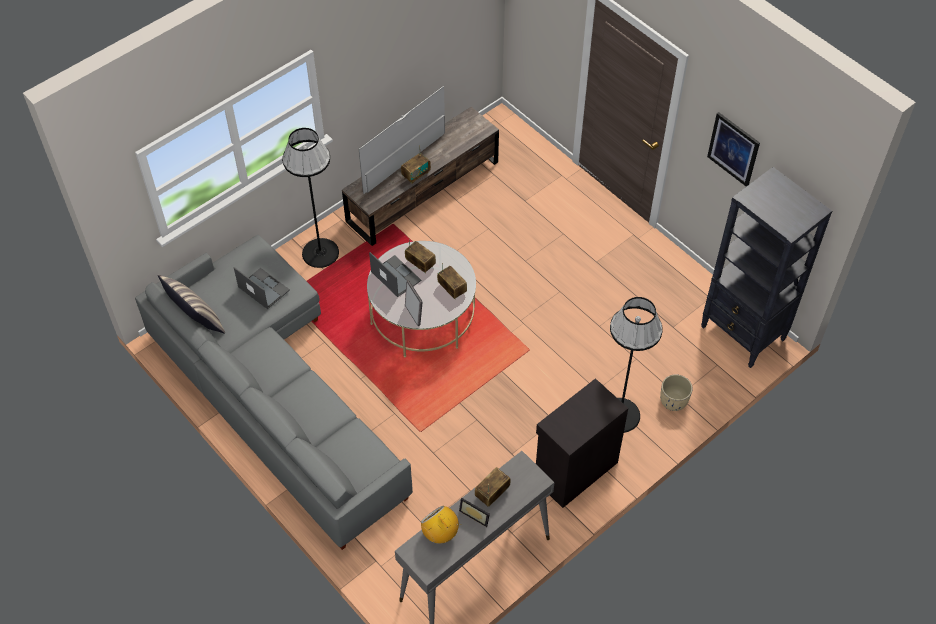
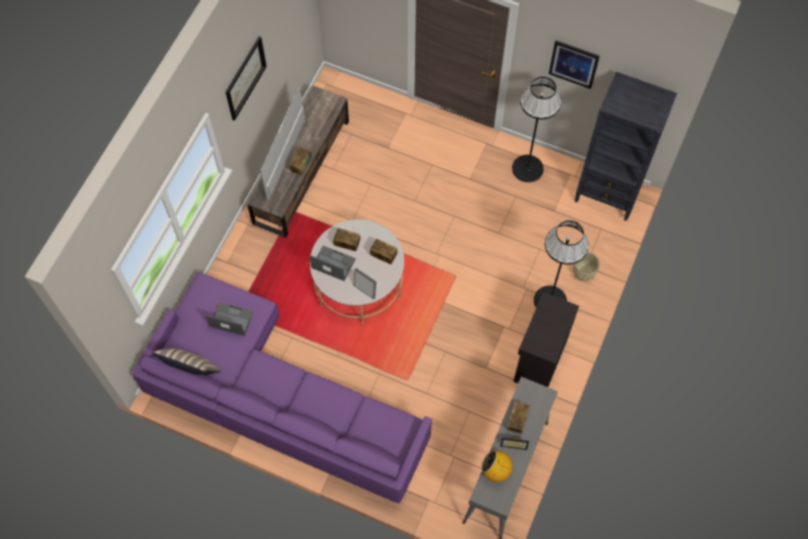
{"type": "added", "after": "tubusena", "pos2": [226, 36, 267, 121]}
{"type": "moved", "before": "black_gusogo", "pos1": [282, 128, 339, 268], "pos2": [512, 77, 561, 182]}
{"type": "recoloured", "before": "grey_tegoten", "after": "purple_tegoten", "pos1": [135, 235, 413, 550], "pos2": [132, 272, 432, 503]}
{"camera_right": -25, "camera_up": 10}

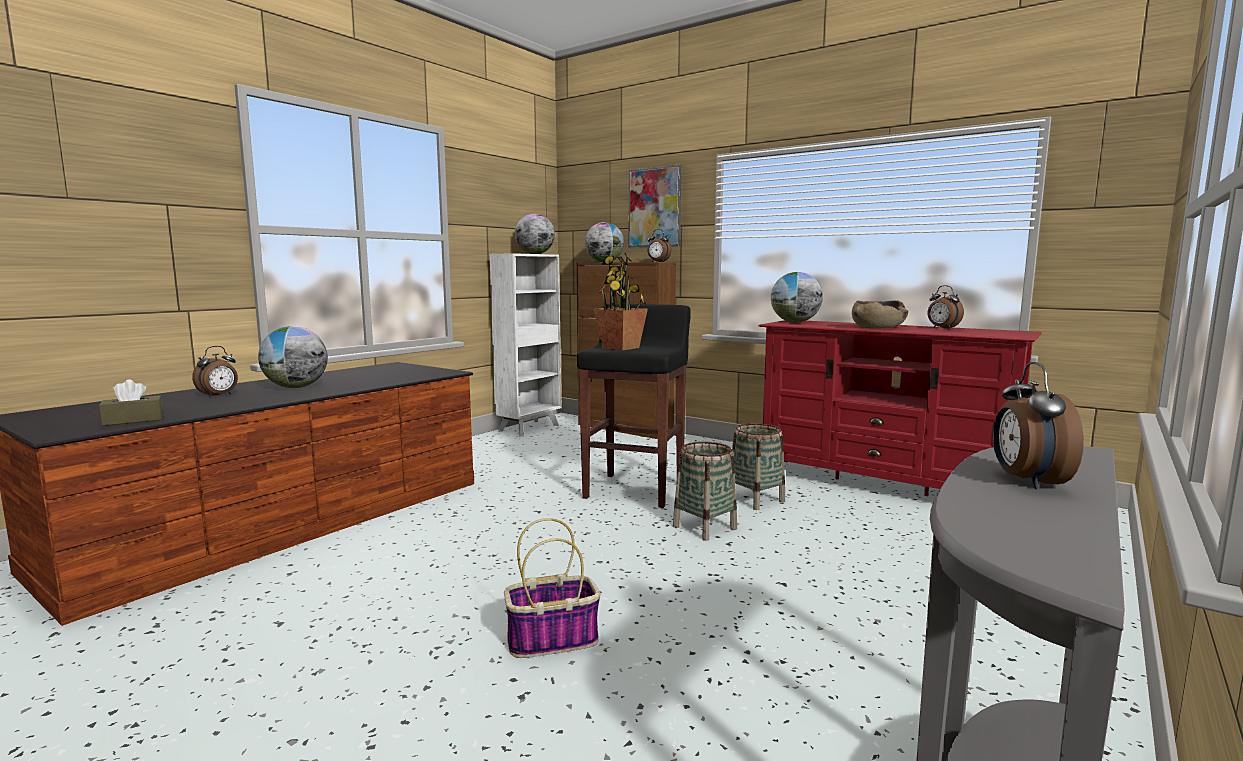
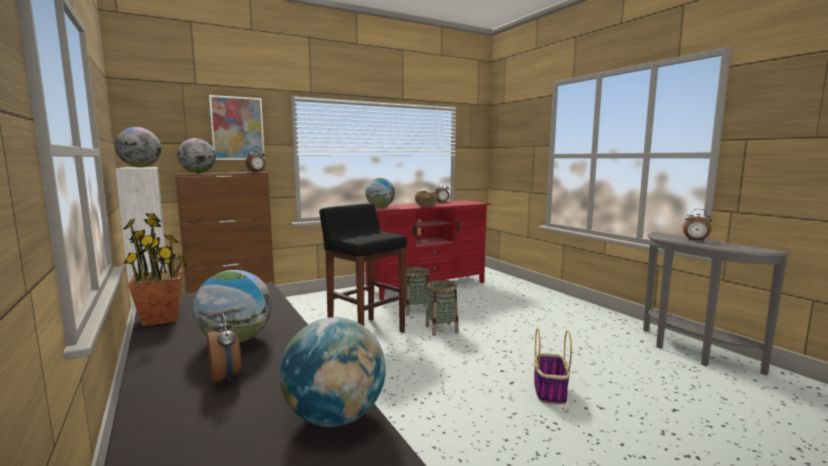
{"type": "moved", "before": "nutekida", "pos1": [594, 253, 648, 350], "pos2": [123, 213, 187, 326]}
{"type": "replaced", "before": "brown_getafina", "after": "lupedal", "pos1": [99, 379, 163, 426], "pos2": [279, 317, 386, 427]}
{"camera_right": -65, "camera_up": 0}

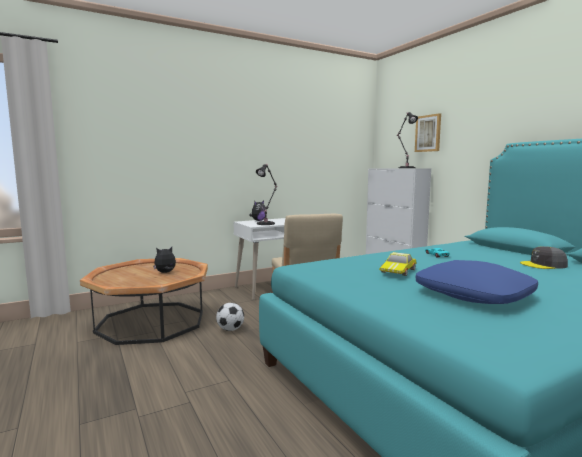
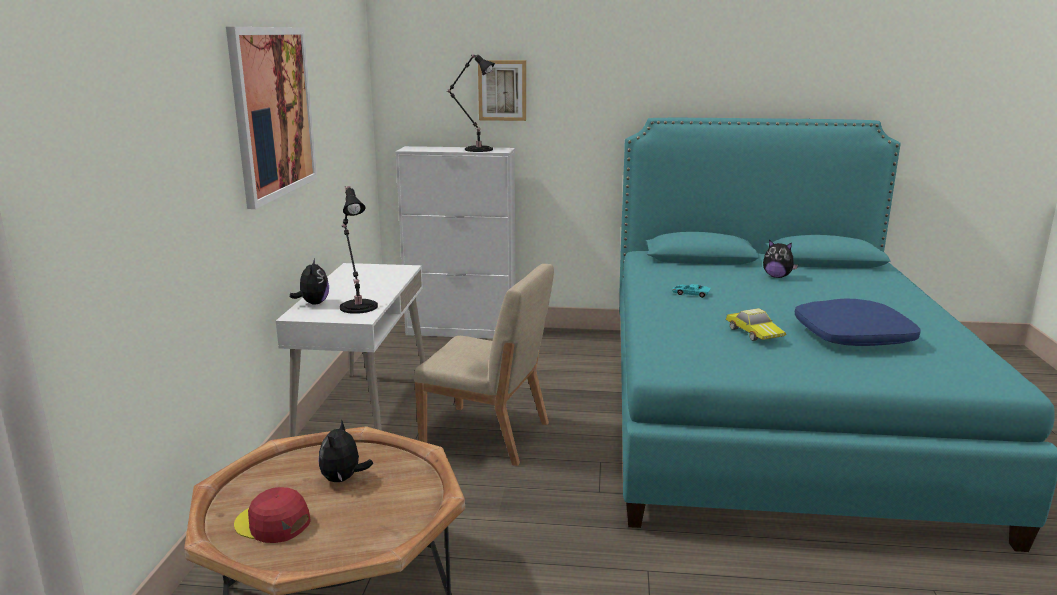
{"type": "removed", "before": "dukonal", "pos1": [216, 303, 244, 331]}
{"type": "added", "after": "tubusena", "pos2": [226, 27, 317, 209]}
{"type": "added", "after": "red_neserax", "pos2": [234, 487, 311, 543]}
{"type": "replaced", "before": "grey_neserax", "after": "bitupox", "pos1": [520, 246, 568, 269], "pos2": [763, 240, 798, 278]}
{"camera_right": -55, "camera_up": 10}

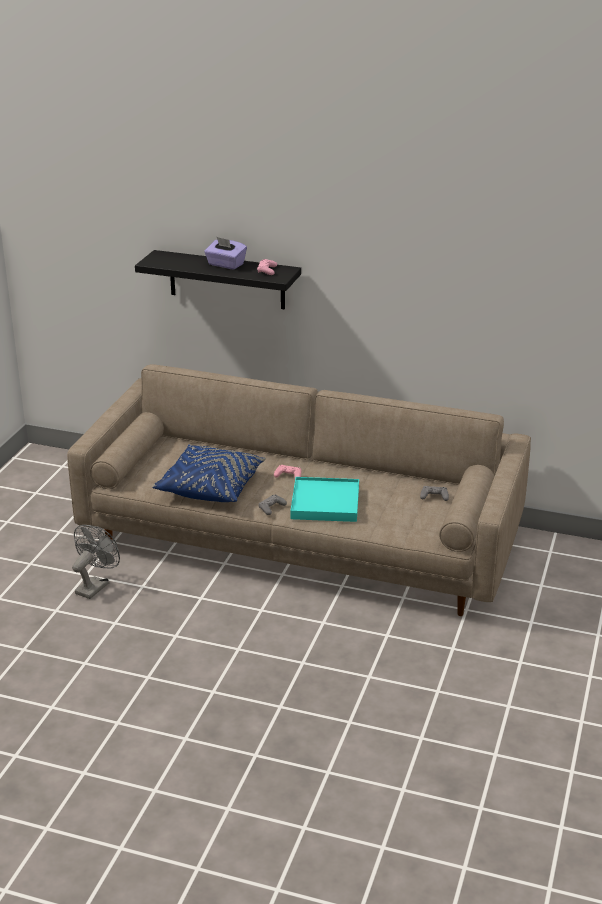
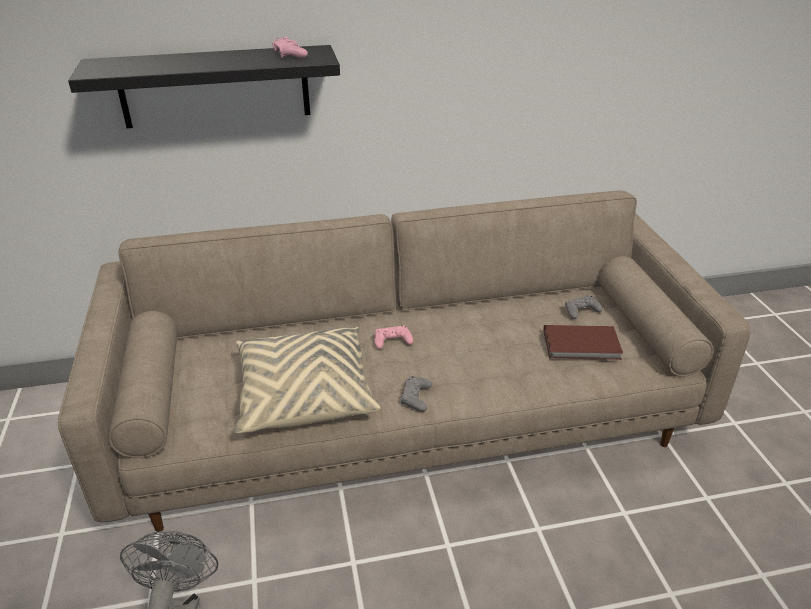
{"type": "removed", "before": "purple_getafina", "pos1": [204, 237, 247, 269]}
{"type": "removed", "before": "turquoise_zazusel", "pos1": [290, 477, 359, 522]}
{"type": "added", "after": "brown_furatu", "pos2": [544, 325, 623, 360]}
{"type": "recoloured", "before": "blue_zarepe", "after": "beige_zarepe", "pos1": [152, 444, 266, 502], "pos2": [234, 327, 381, 434]}
{"camera_right": -30, "camera_up": 5}

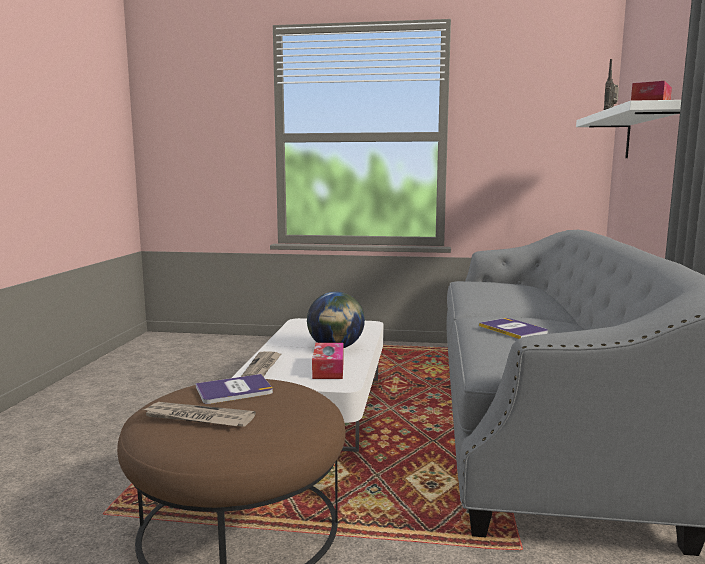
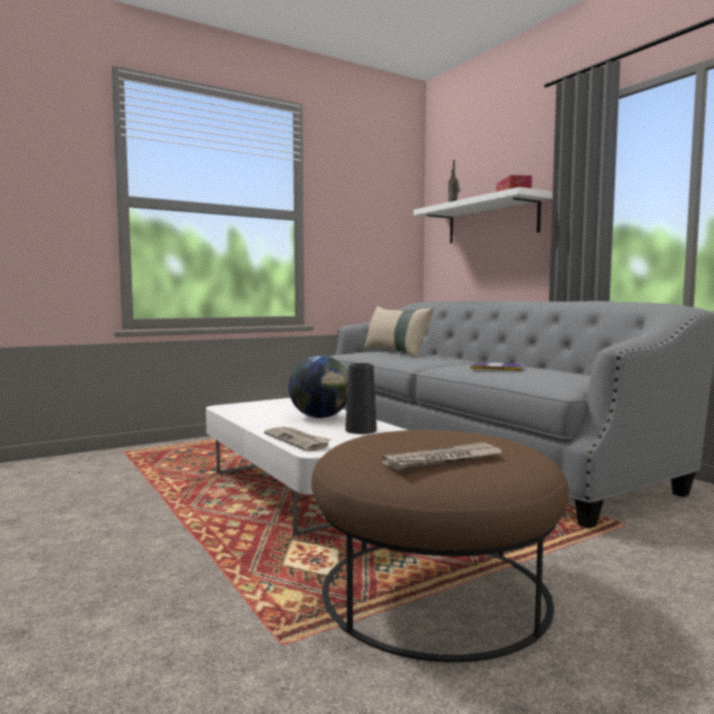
{"type": "removed", "before": "furatu", "pos1": [195, 374, 273, 404]}
{"type": "added", "after": "beige_zarepe", "pos2": [364, 306, 434, 358]}
{"type": "replaced", "before": "getafina", "after": "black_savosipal", "pos1": [312, 343, 344, 379], "pos2": [345, 363, 377, 434]}
{"camera_right": -40, "camera_up": -5}

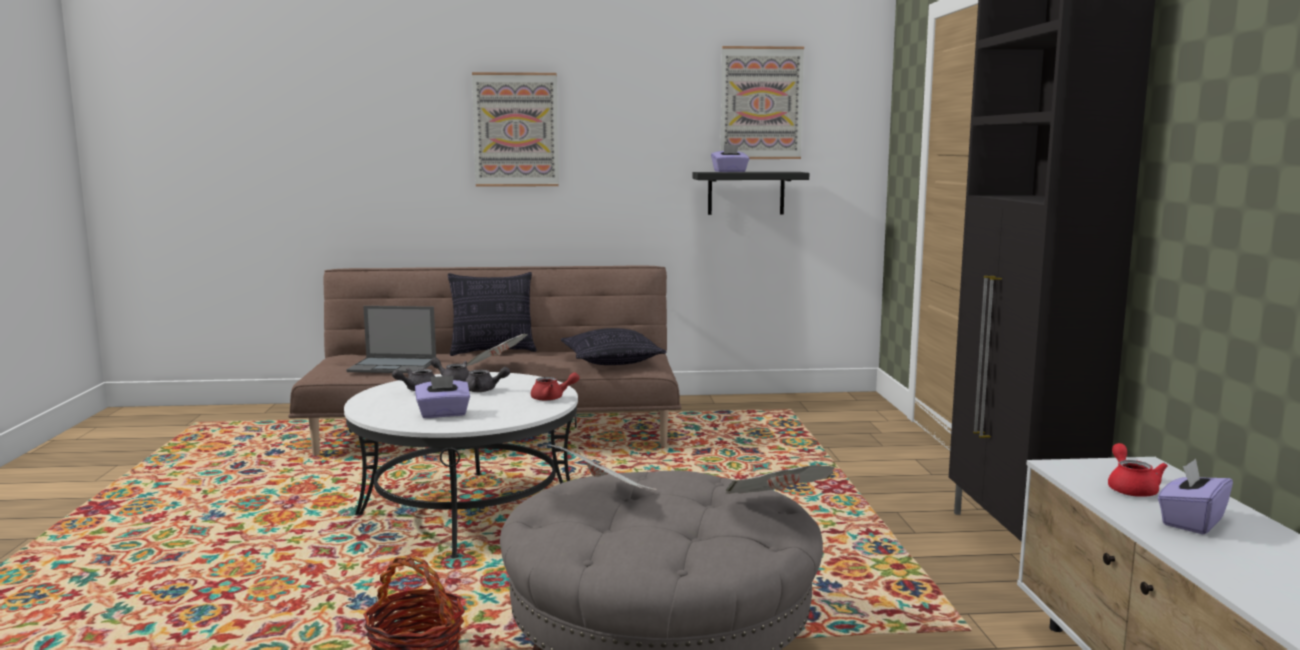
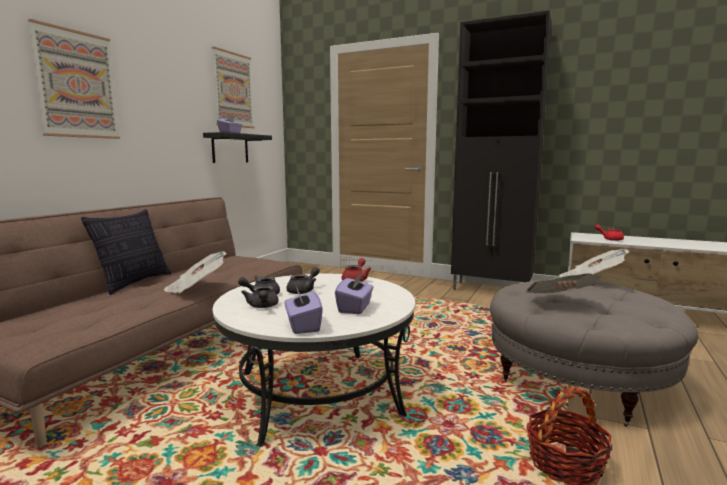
{"type": "removed", "before": "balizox", "pos1": [346, 306, 436, 373]}
{"type": "removed", "before": "zarepe", "pos1": [561, 328, 666, 365]}
{"type": "moved", "before": "purple_getafina", "pos1": [1158, 459, 1233, 535], "pos2": [284, 286, 323, 334]}
{"camera_right": -60, "camera_up": 0}

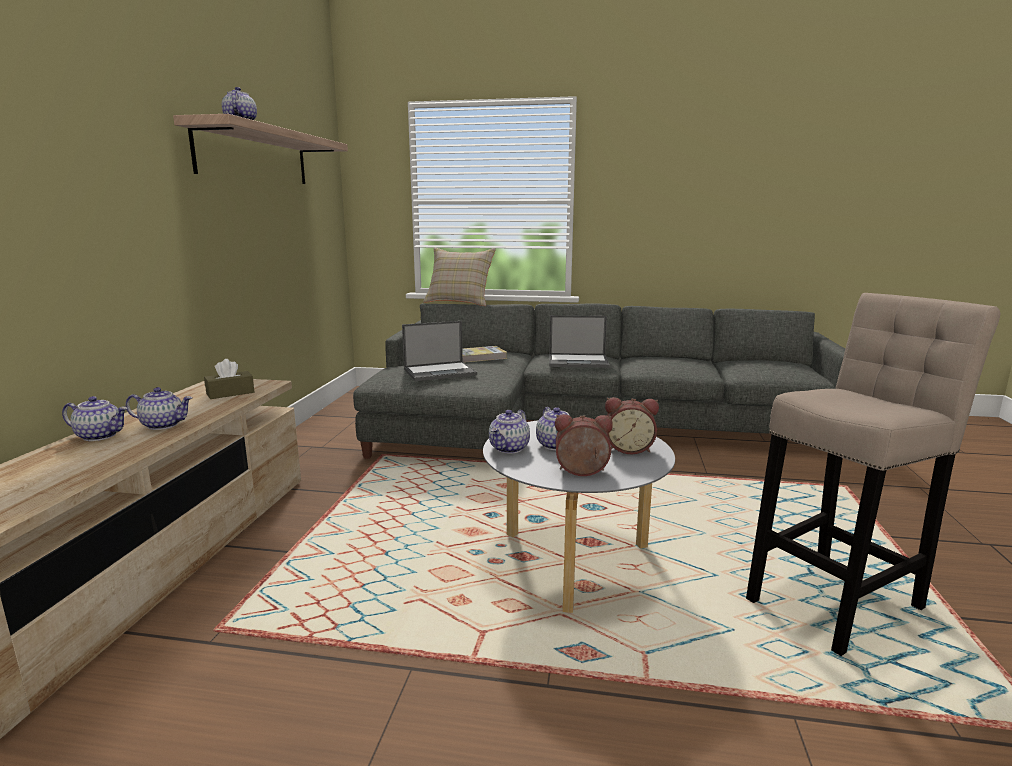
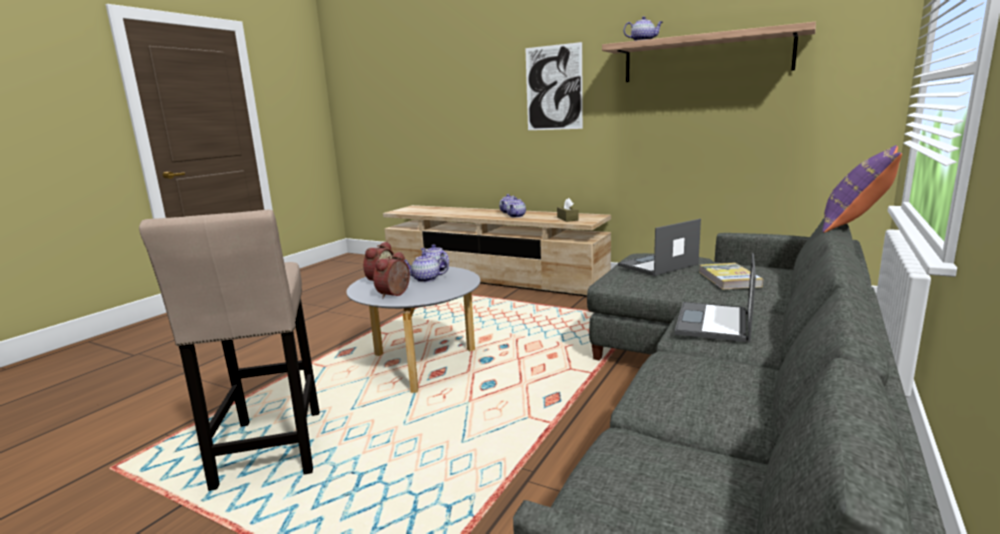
{"type": "added", "after": "tubusena", "pos2": [525, 42, 583, 130]}
{"type": "recoloured", "before": "beige_zarepe", "after": "purple_zarepe", "pos1": [423, 248, 496, 306], "pos2": [822, 145, 902, 233]}
{"type": "turned", "before": "balizox", "pos1": [402, 321, 477, 381], "pos2": [618, 219, 701, 276], "turn": 60}
{"camera_right": 110, "camera_up": 0}

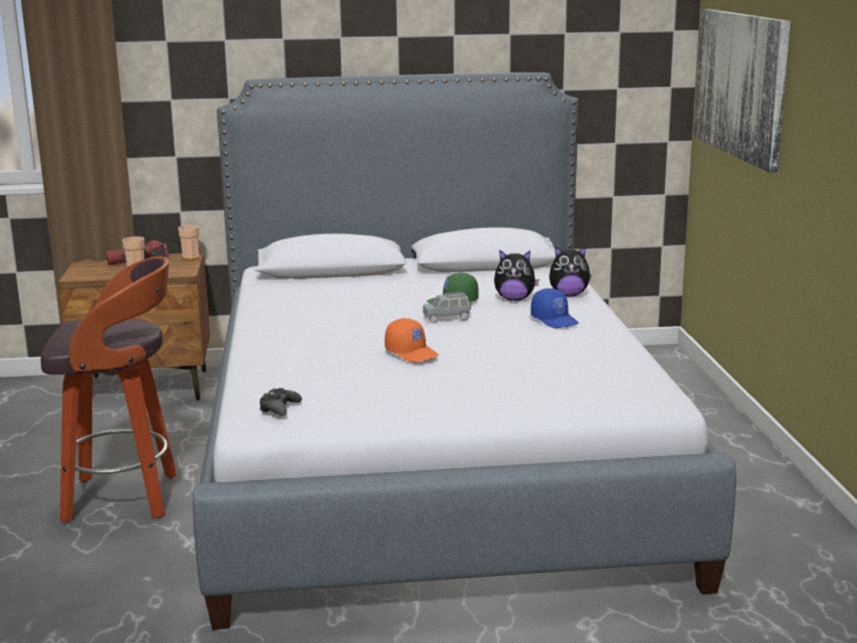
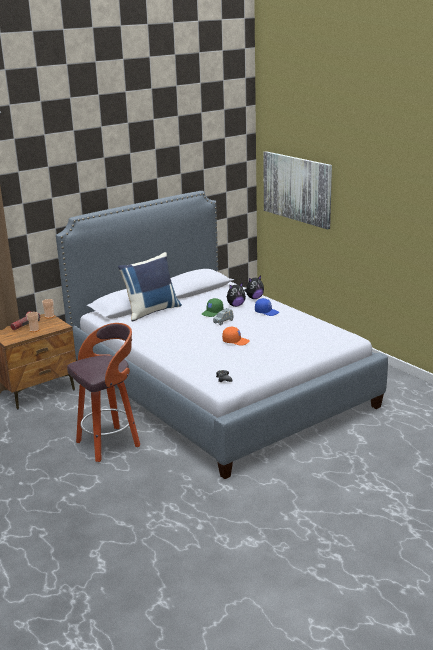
{"type": "added", "after": "blue_zarepe", "pos2": [118, 252, 182, 322]}
{"camera_right": -30, "camera_up": 5}

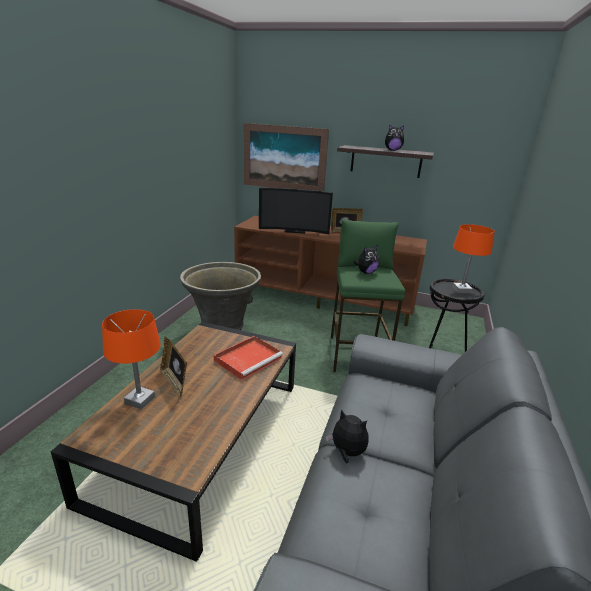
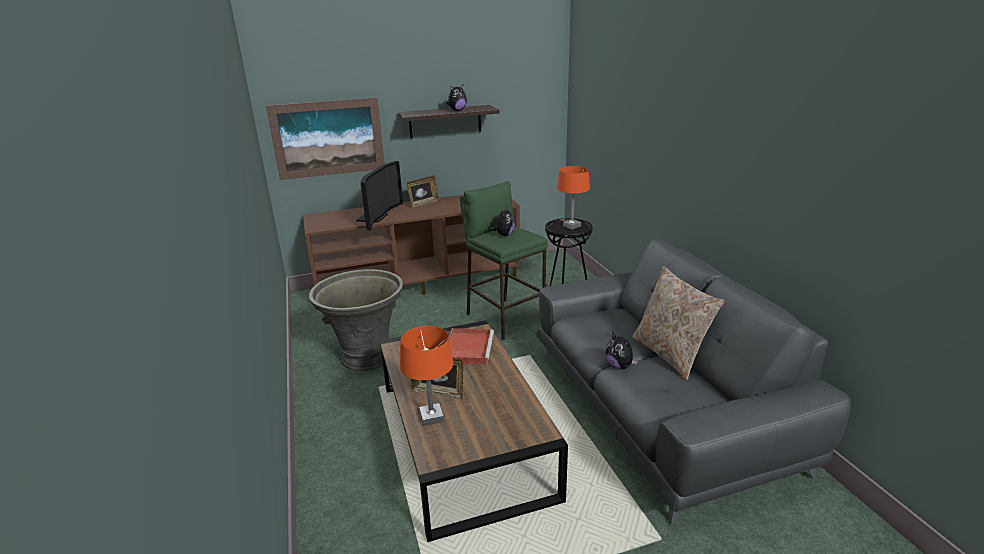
{"type": "added", "after": "beige_zarepe", "pos2": [632, 266, 725, 380]}
{"type": "turned", "before": "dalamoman", "pos1": [259, 187, 333, 234], "pos2": [356, 161, 403, 230], "turn": -45}
{"type": "turned", "before": "bitupox", "pos1": [326, 409, 369, 463], "pos2": [605, 332, 638, 369], "turn": -120}
{"camera_right": -35, "camera_up": 0}

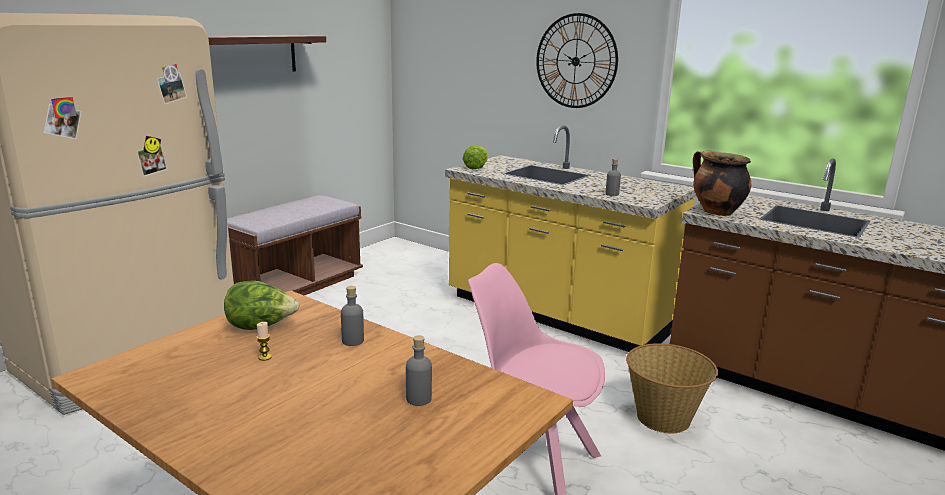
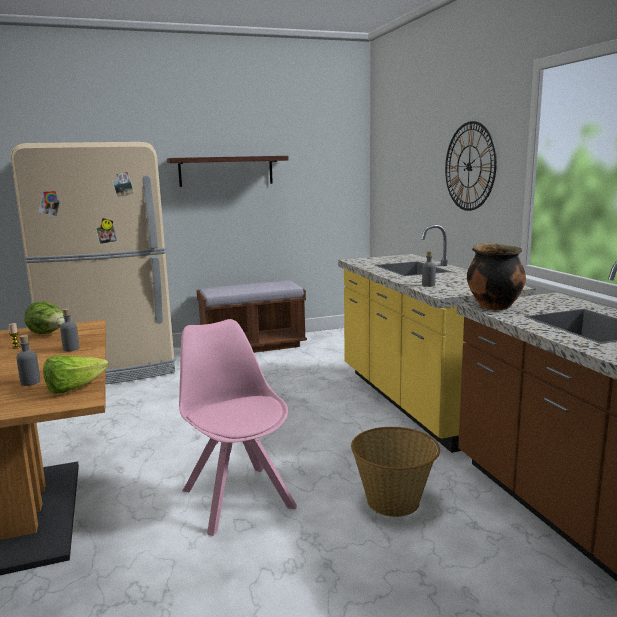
{"type": "moved", "before": "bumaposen", "pos1": [463, 146, 487, 169], "pos2": [43, 355, 109, 394]}
{"camera_right": 35, "camera_up": -5}

